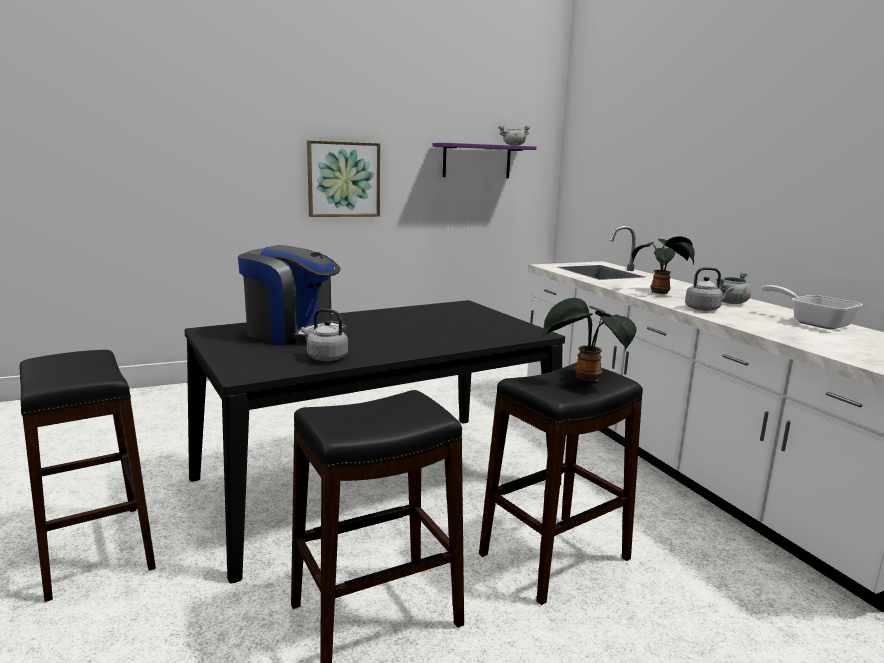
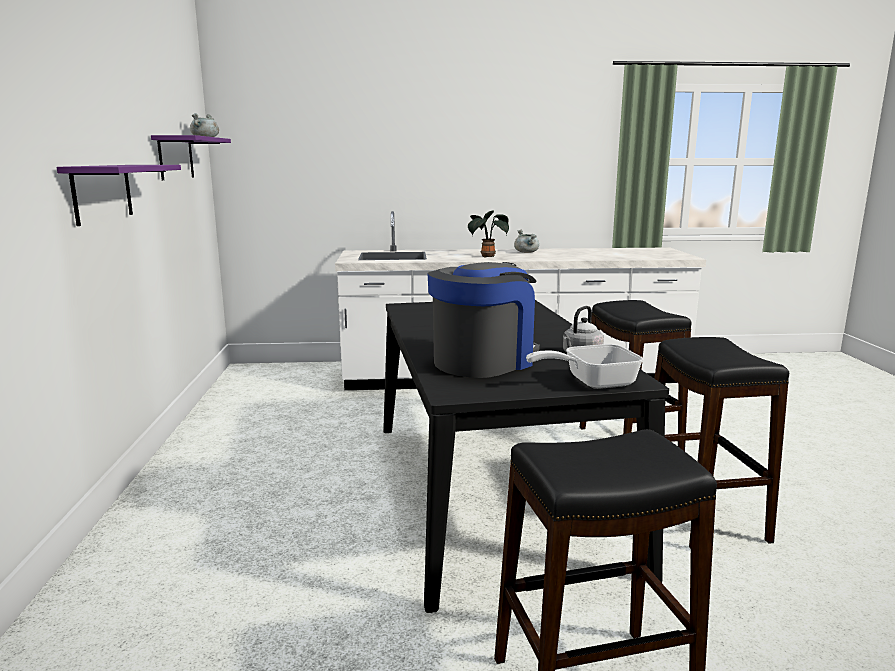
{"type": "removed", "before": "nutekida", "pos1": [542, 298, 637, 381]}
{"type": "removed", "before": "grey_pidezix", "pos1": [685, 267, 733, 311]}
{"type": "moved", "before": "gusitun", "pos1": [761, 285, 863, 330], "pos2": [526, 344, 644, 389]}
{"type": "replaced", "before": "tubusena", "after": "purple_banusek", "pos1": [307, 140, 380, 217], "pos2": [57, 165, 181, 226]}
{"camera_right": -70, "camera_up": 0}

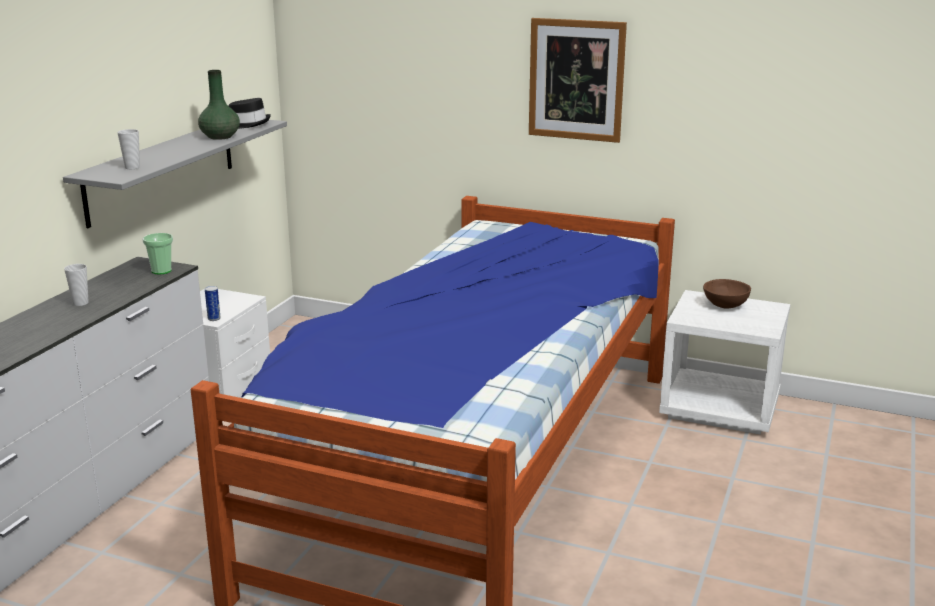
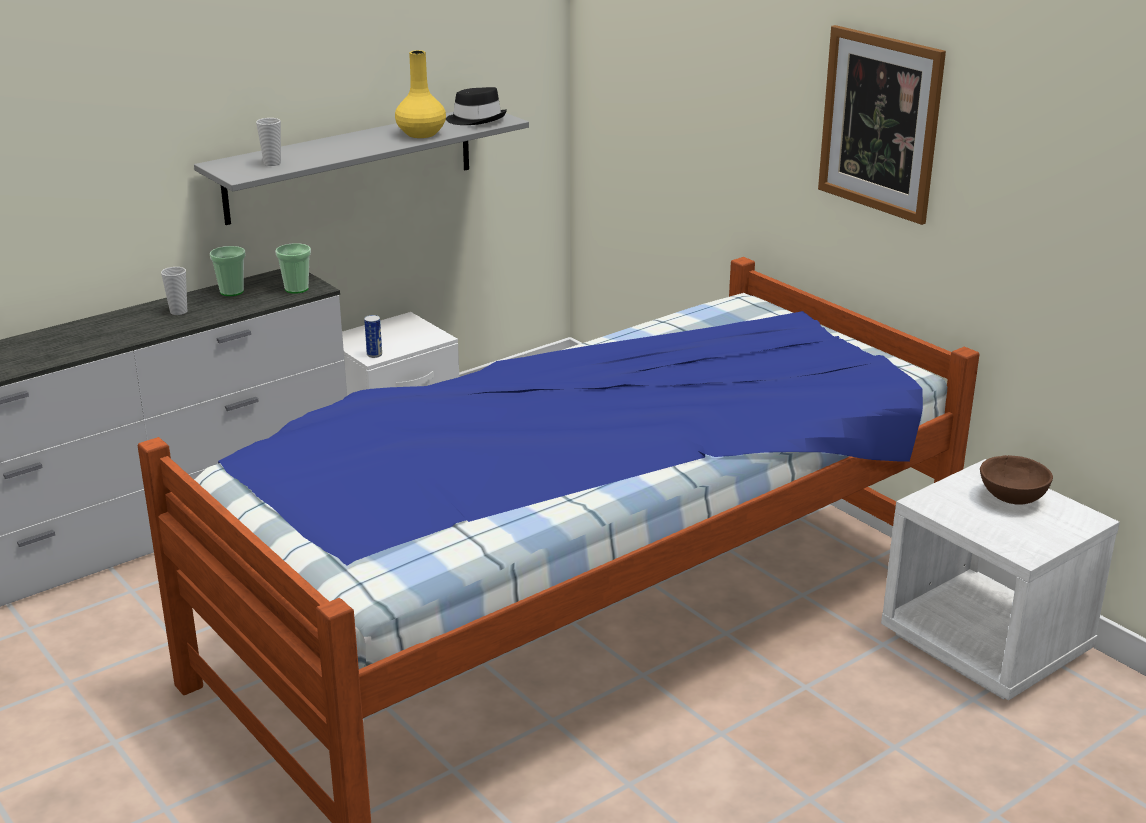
{"type": "added", "after": "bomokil", "pos2": [210, 246, 245, 296]}
{"type": "recoloured", "before": "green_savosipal", "after": "yellow_savosipal", "pos1": [198, 70, 240, 140], "pos2": [395, 50, 446, 138]}
{"camera_right": 30, "camera_up": 5}

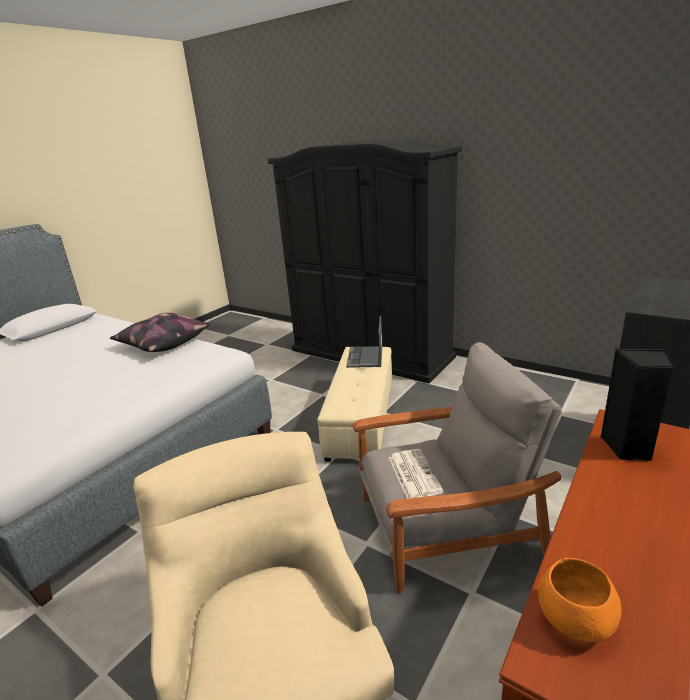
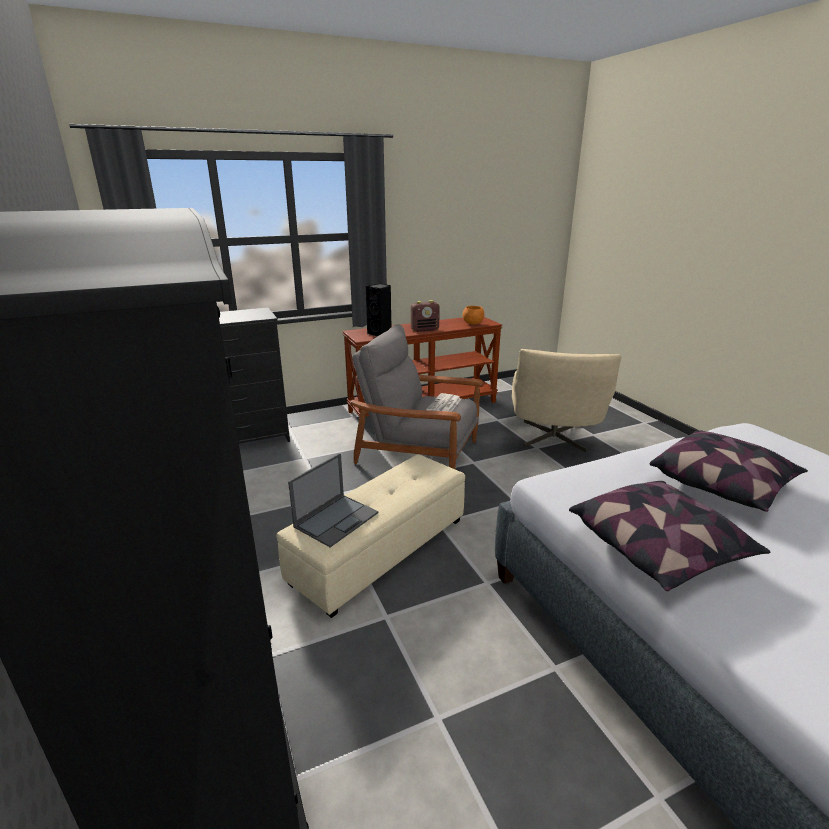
{"type": "added", "after": "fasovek", "pos2": [411, 300, 440, 332]}
{"type": "added", "after": "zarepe", "pos2": [650, 430, 808, 512]}
{"camera_right": -150, "camera_up": 0}

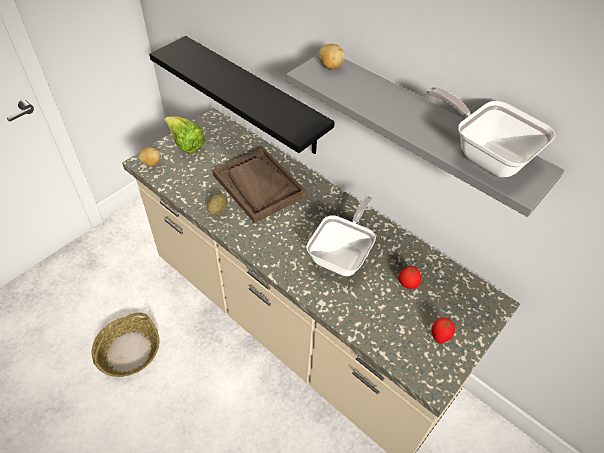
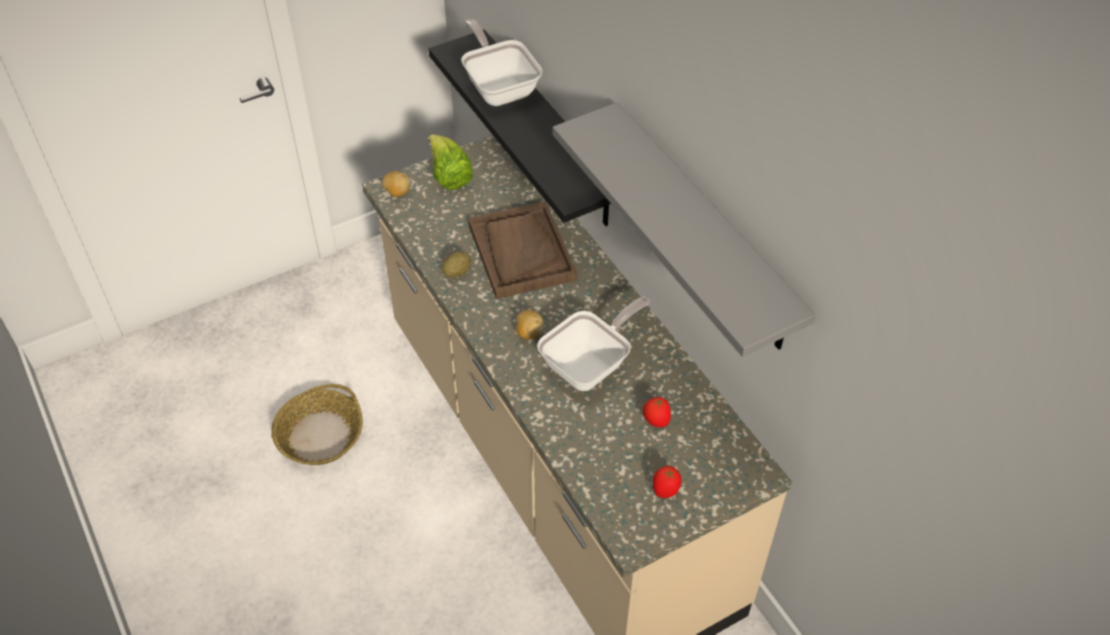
{"type": "moved", "before": "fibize", "pos1": [318, 44, 345, 69], "pos2": [516, 310, 544, 339]}
{"type": "moved", "before": "gusitun", "pos1": [427, 87, 555, 177], "pos2": [461, 19, 543, 106]}
{"camera_right": 20, "camera_up": 0}

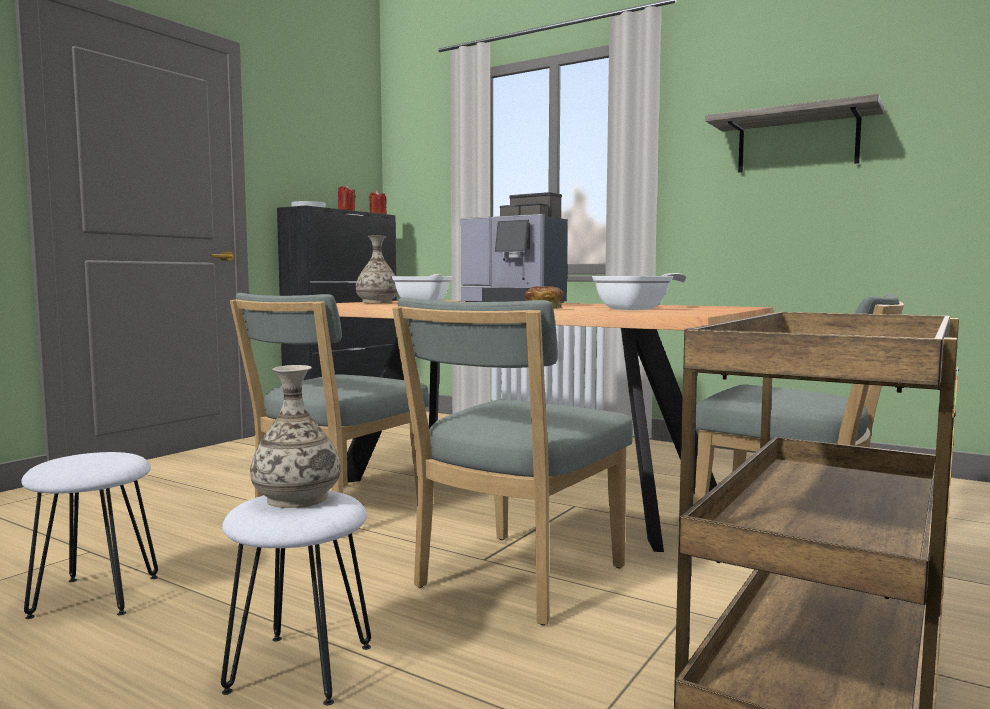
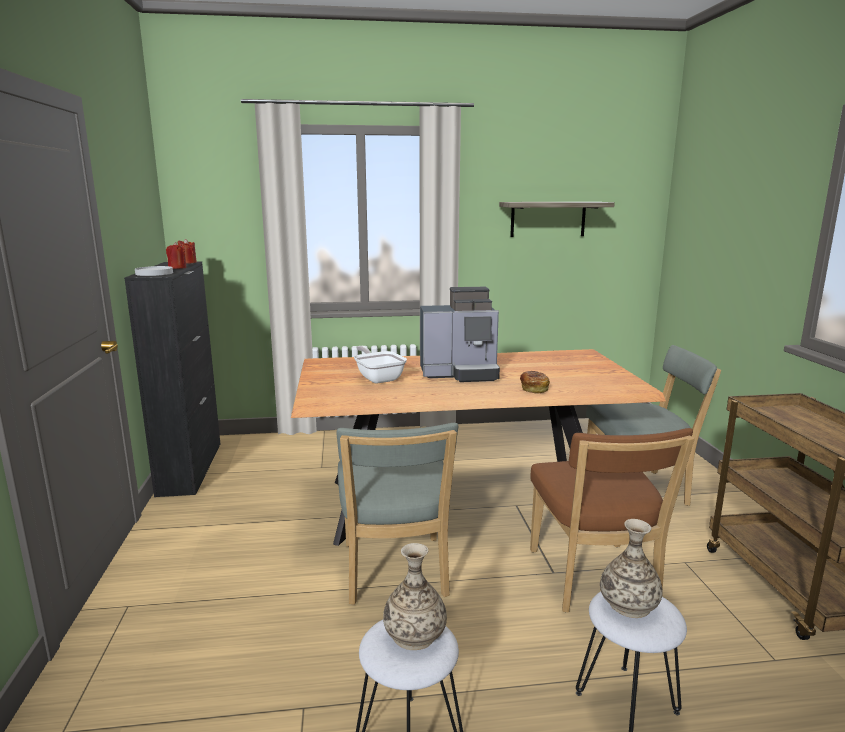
{"type": "removed", "before": "gusitun", "pos1": [592, 273, 687, 310]}
{"type": "moved", "before": "savosipal", "pos1": [355, 235, 398, 303], "pos2": [383, 543, 447, 650]}
{"type": "recoloured", "before": "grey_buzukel", "after": "brown_buzukel", "pos1": [392, 297, 633, 625], "pos2": [530, 428, 695, 612]}
{"camera_right": -40, "camera_up": 10}

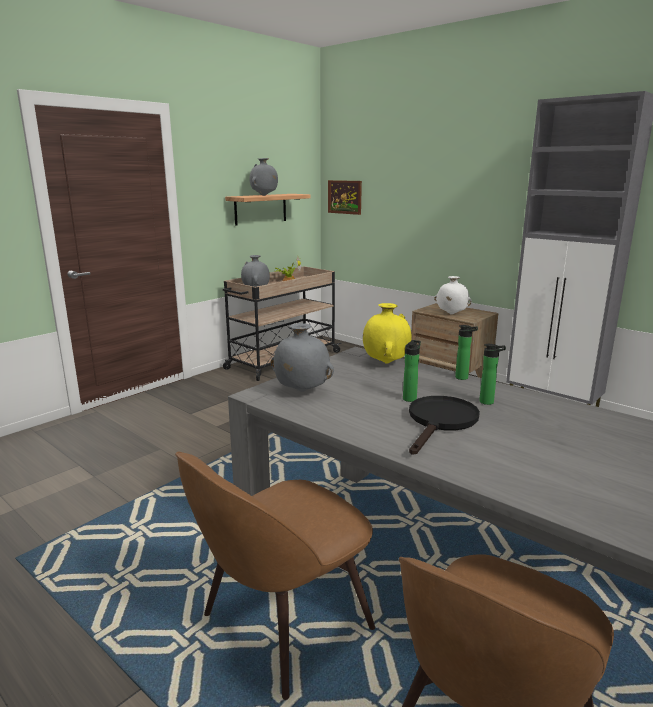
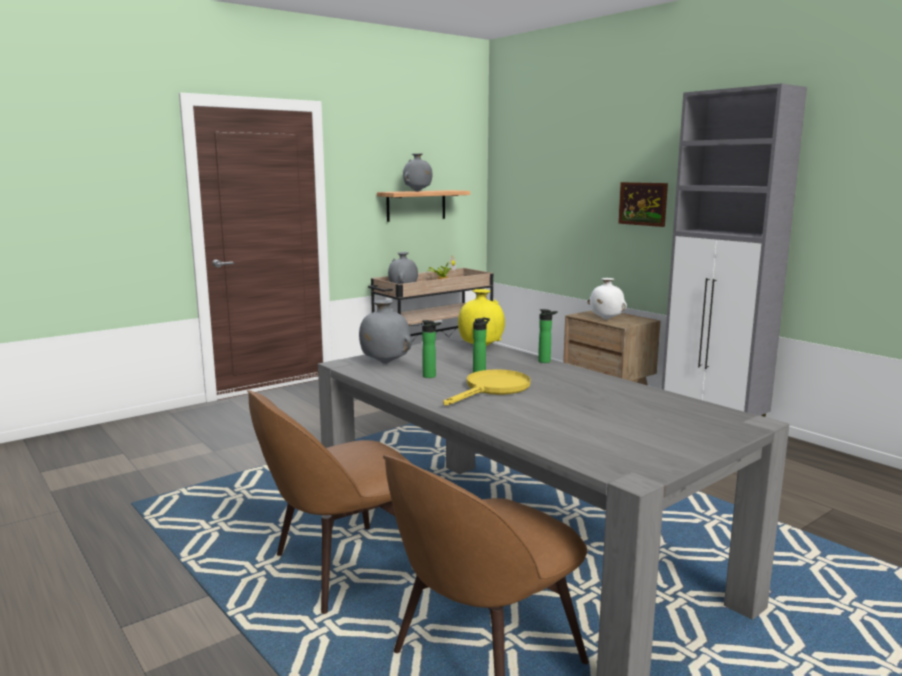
{"type": "moved", "before": "tubusena", "pos1": [328, 180, 362, 215], "pos2": [618, 182, 668, 227]}
{"type": "moved", "before": "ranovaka", "pos1": [479, 344, 506, 405], "pos2": [422, 320, 441, 378]}
{"type": "recoloured", "before": "black_gusitun", "after": "yellow_gusitun", "pos1": [409, 396, 480, 455], "pos2": [443, 369, 531, 406]}
{"camera_right": 10, "camera_up": -5}

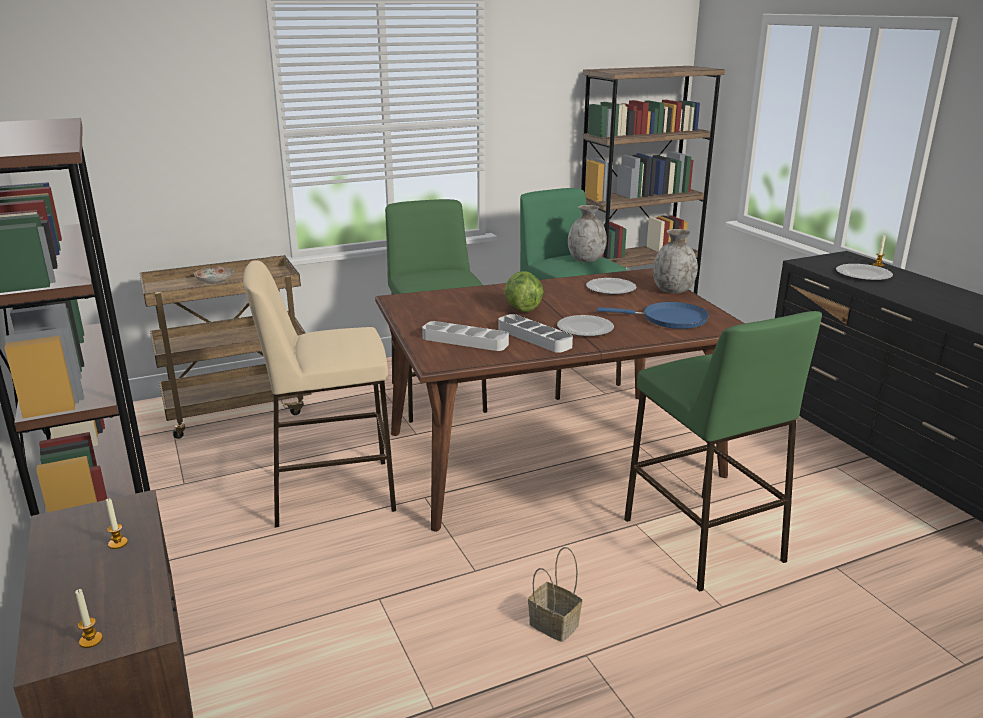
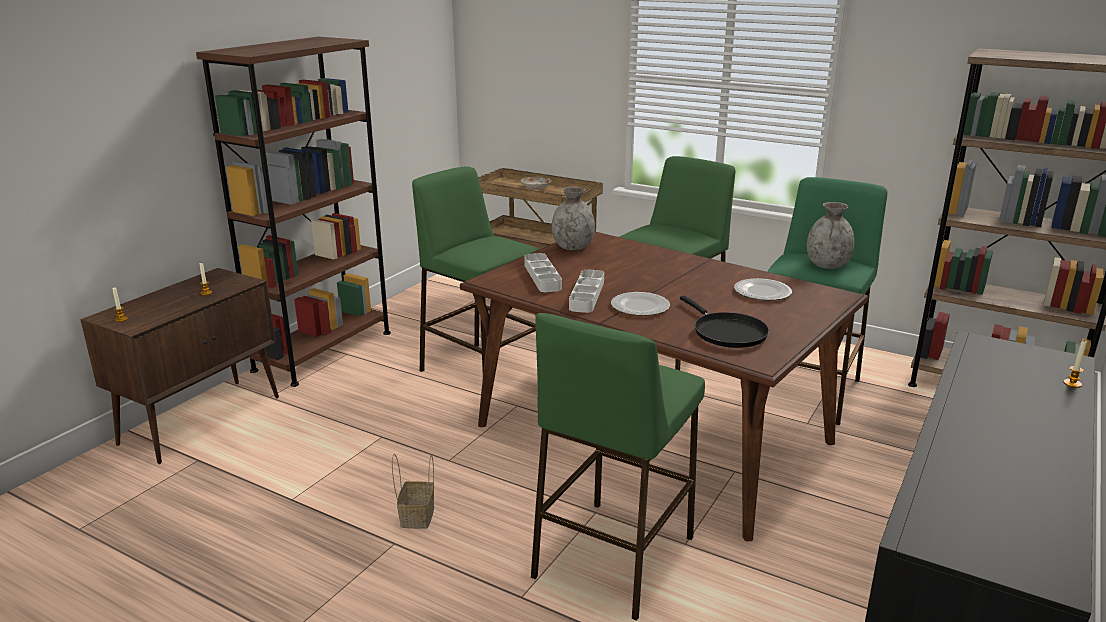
{"type": "removed", "before": "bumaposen", "pos1": [504, 271, 544, 312]}
{"type": "removed", "before": "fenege", "pos1": [836, 264, 893, 281]}
{"type": "moved", "before": "grey_savosipal", "pos1": [653, 229, 698, 294], "pos2": [552, 187, 595, 250]}
{"type": "recoloured", "before": "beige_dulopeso", "after": "green_dulopeso", "pos1": [243, 260, 396, 527], "pos2": [412, 166, 539, 372]}
{"type": "recoloured", "before": "blue_gusitun", "after": "black_gusitun", "pos1": [597, 302, 709, 329], "pos2": [680, 296, 769, 348]}
{"camera_right": 55, "camera_up": 0}

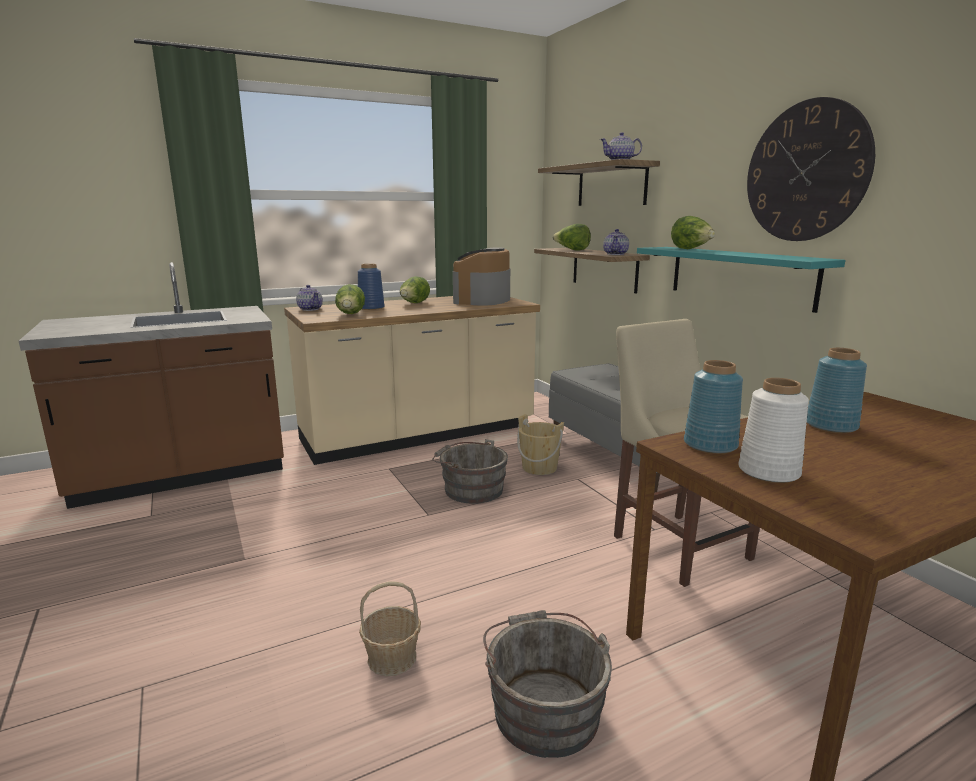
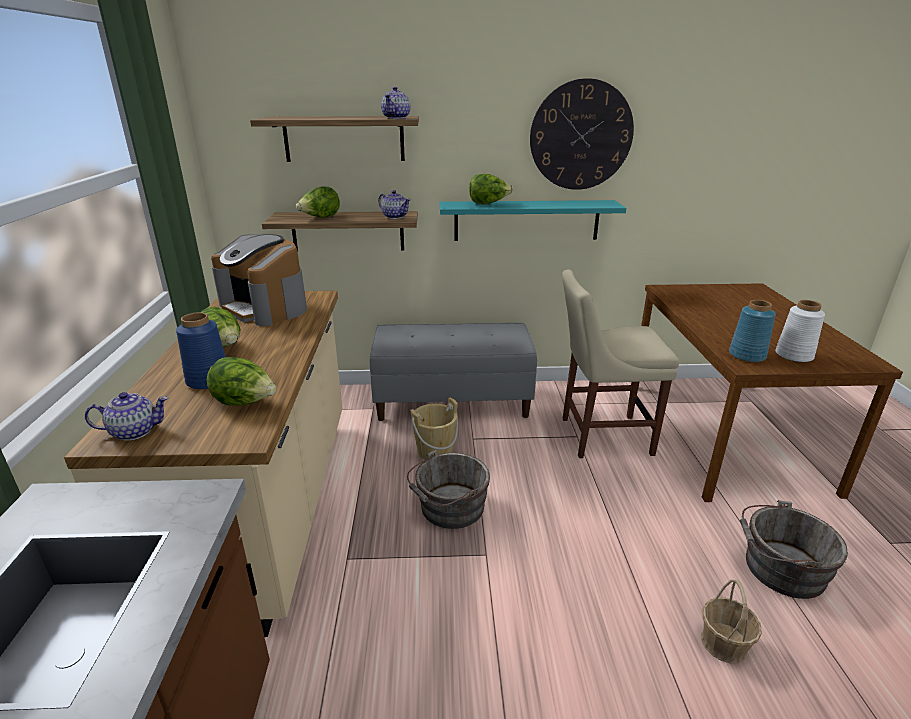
{"type": "removed", "before": "blue_savosipal", "pos1": [807, 348, 867, 433]}
{"camera_right": -65, "camera_up": 10}

